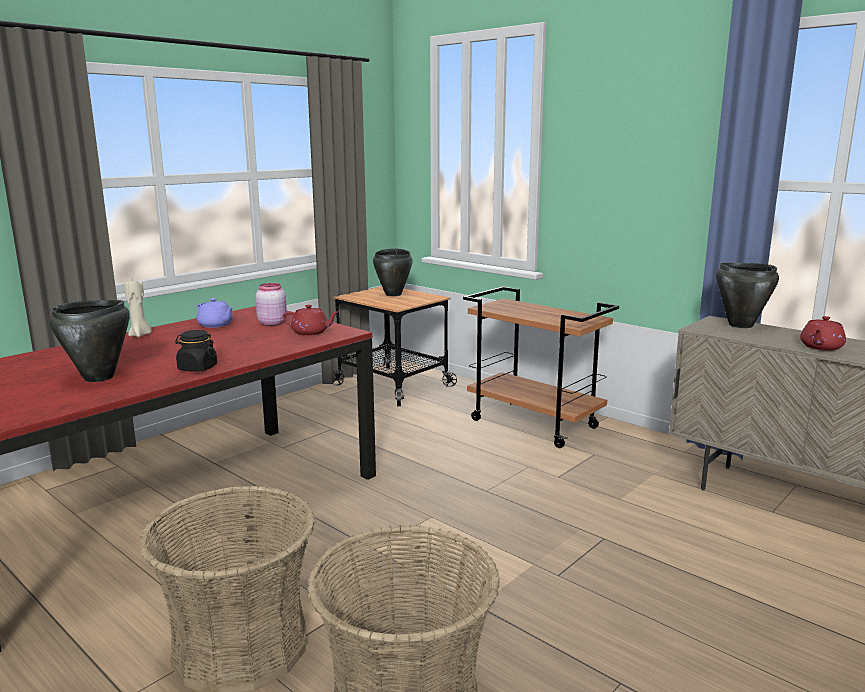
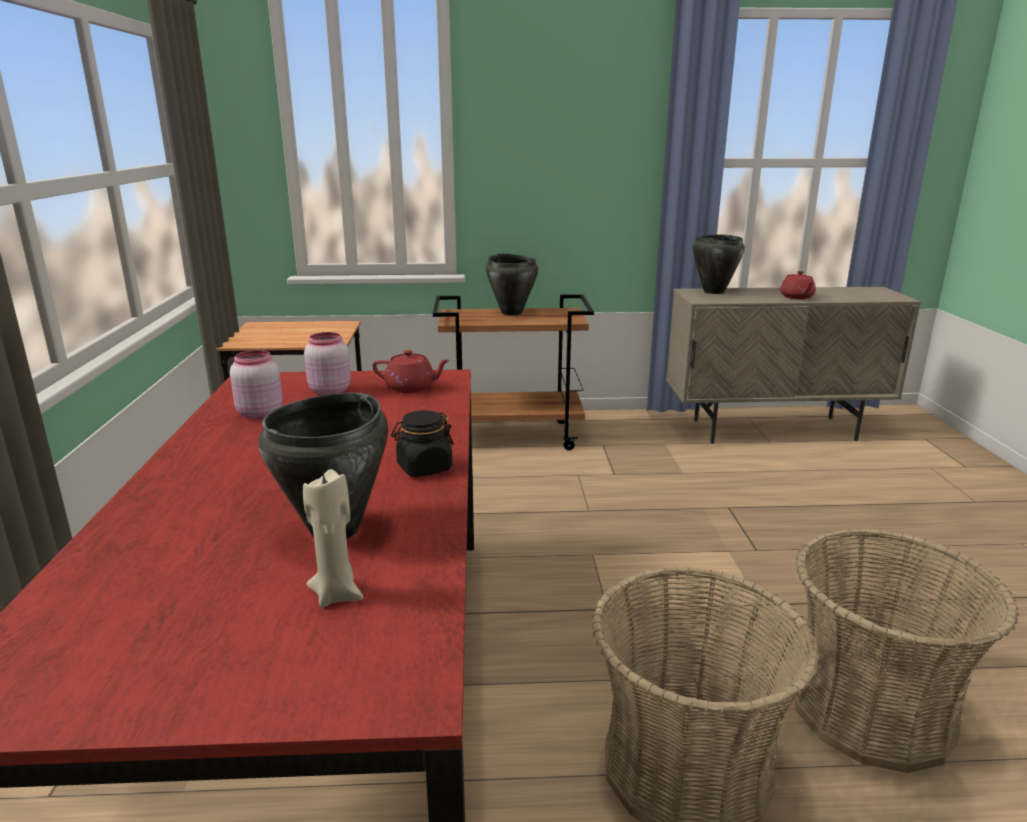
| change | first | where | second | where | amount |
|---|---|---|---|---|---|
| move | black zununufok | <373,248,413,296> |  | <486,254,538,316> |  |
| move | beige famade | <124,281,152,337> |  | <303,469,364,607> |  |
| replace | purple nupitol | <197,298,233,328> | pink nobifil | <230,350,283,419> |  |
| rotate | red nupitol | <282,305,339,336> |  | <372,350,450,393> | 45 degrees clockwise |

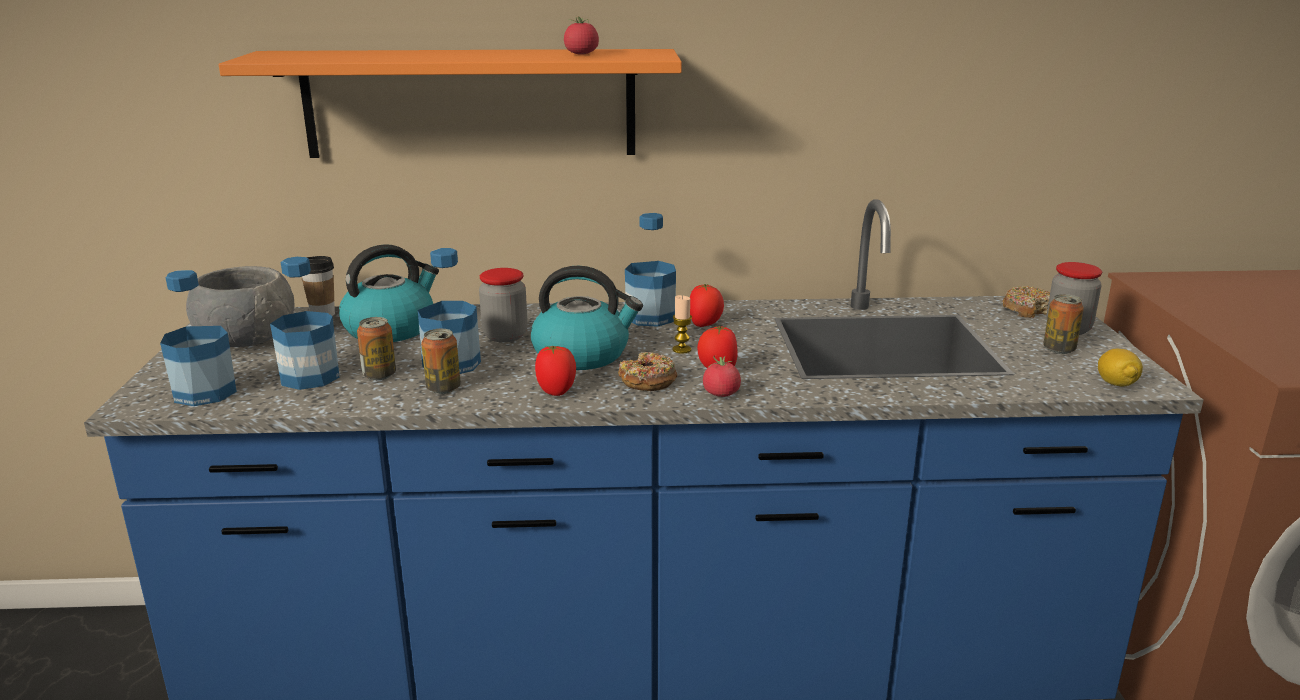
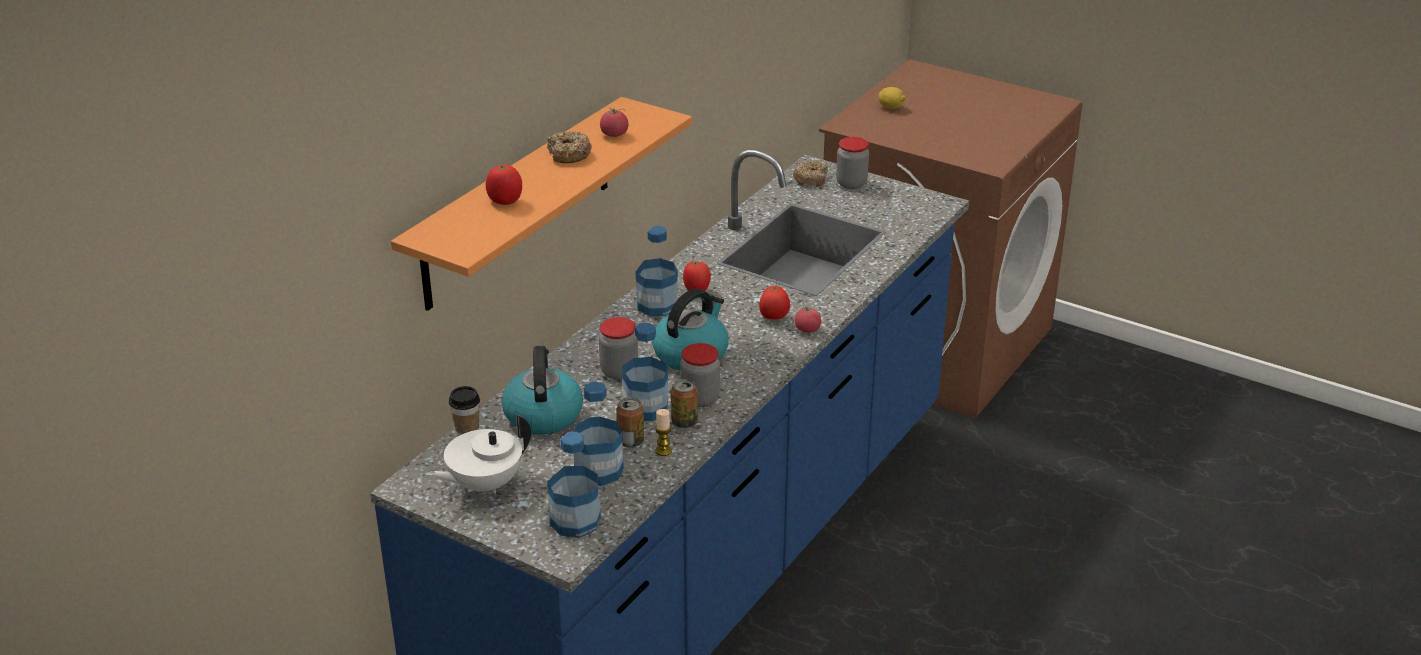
| change | first | where | second | where | amount |
|---|---|---|---|---|---|
| replace | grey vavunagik | <186,266,295,347> | white nupitol | <428,415,531,494> |  |
| delete | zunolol | <1043,294,1084,354> |  |  |  |
| move | famade | <673,295,692,354> |  | <655,409,672,456> |  |
| move | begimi | <535,346,576,396> |  | <486,164,522,205> |  |
| move | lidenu | <1098,349,1143,387> |  | <878,87,906,109> |  |
| move | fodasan | <618,352,677,391> |  | <547,131,592,163> |  |
| insert |  |  | nobifil | <680,343,720,407> |  |

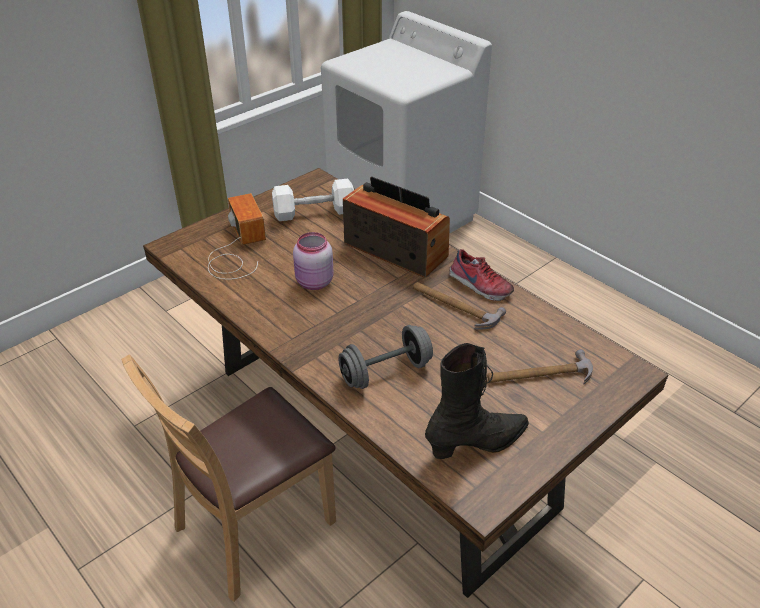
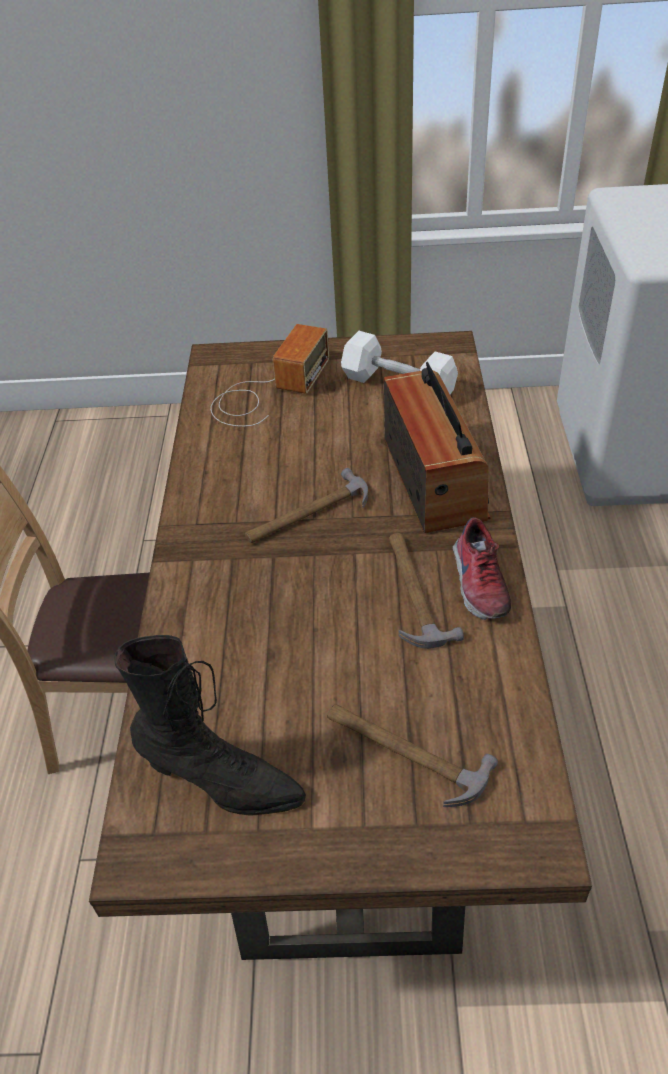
| change | first | where | second | where | amount |
|---|---|---|---|---|---|
| delete | pink nobifil | <293,232,334,290> |  |  |  |
| delete | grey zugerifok | <338,325,433,389> |  |  |  |
| insert |  |  | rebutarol | <245,468,368,543> |  |

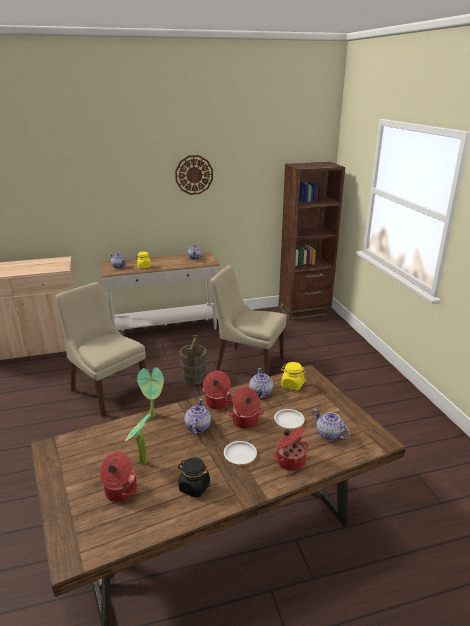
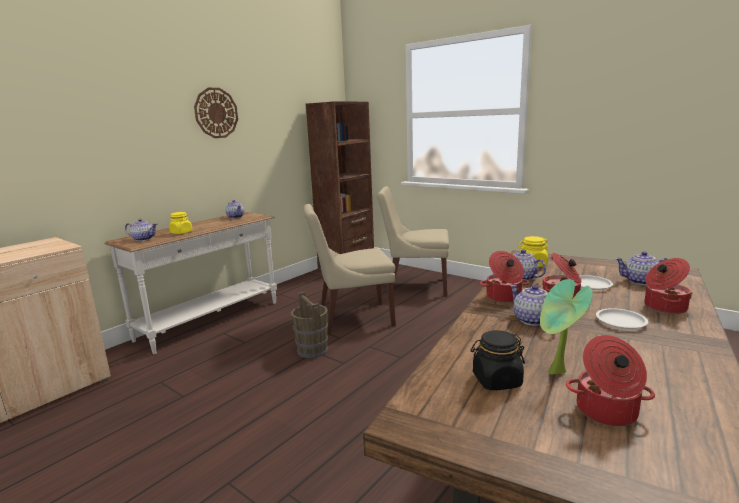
| change | first | where | second | where | amount |
|---|---|---|---|---|---|
| move | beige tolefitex | <55,282,146,417> |  | <377,186,449,296> |  |
| delete | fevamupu | <137,367,164,417> |  |  |  |
| move | black nobifil | <178,457,210,498> |  | <471,330,525,390> |  |

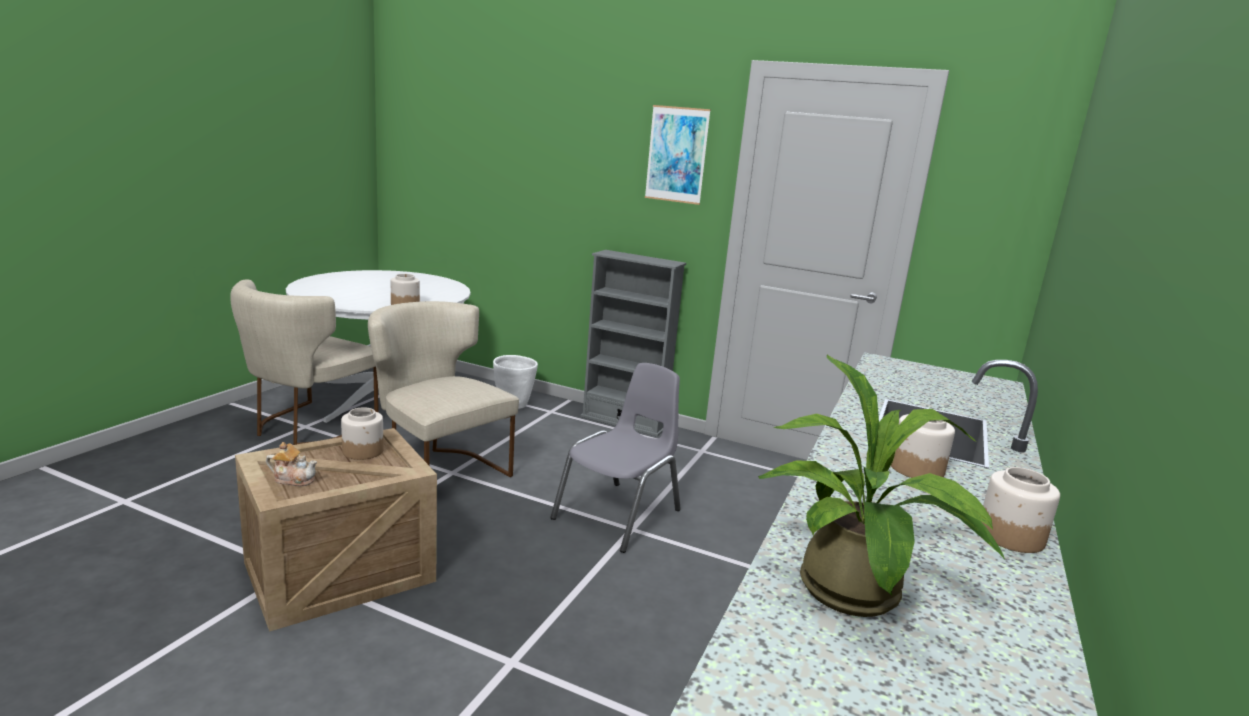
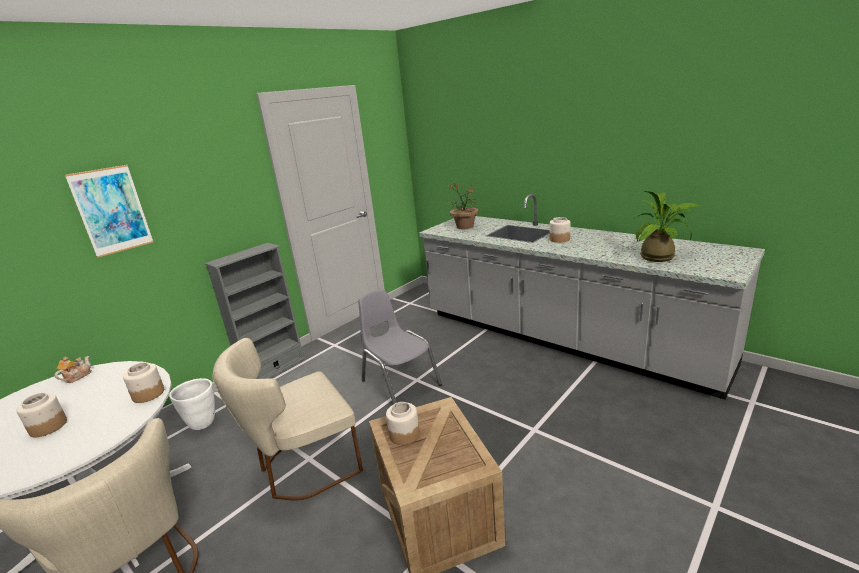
| change | first | where | second | where | amount |
|---|---|---|---|---|---|
| move | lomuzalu | <645,105,711,205> |  | <65,165,154,258> |  |
| move | nupitol | <266,442,317,486> |  | <55,356,92,383> |  |
| move | nobifil | <982,467,1060,553> |  | <16,393,67,438> |  |
| insert |  |  | fevamupu | <445,183,479,229> |  |

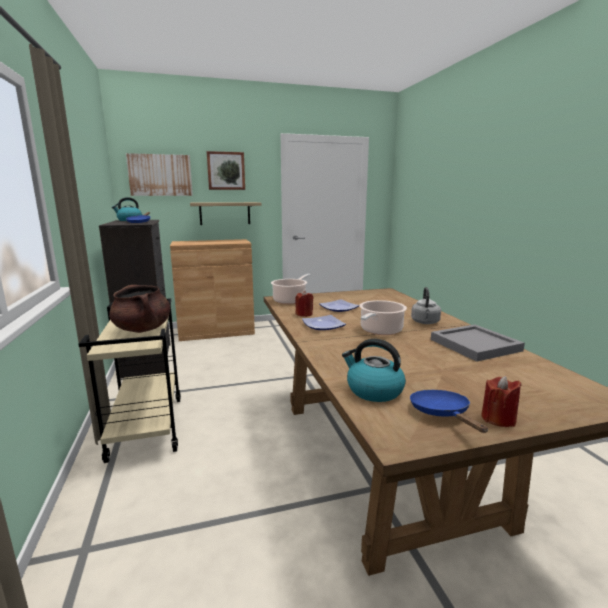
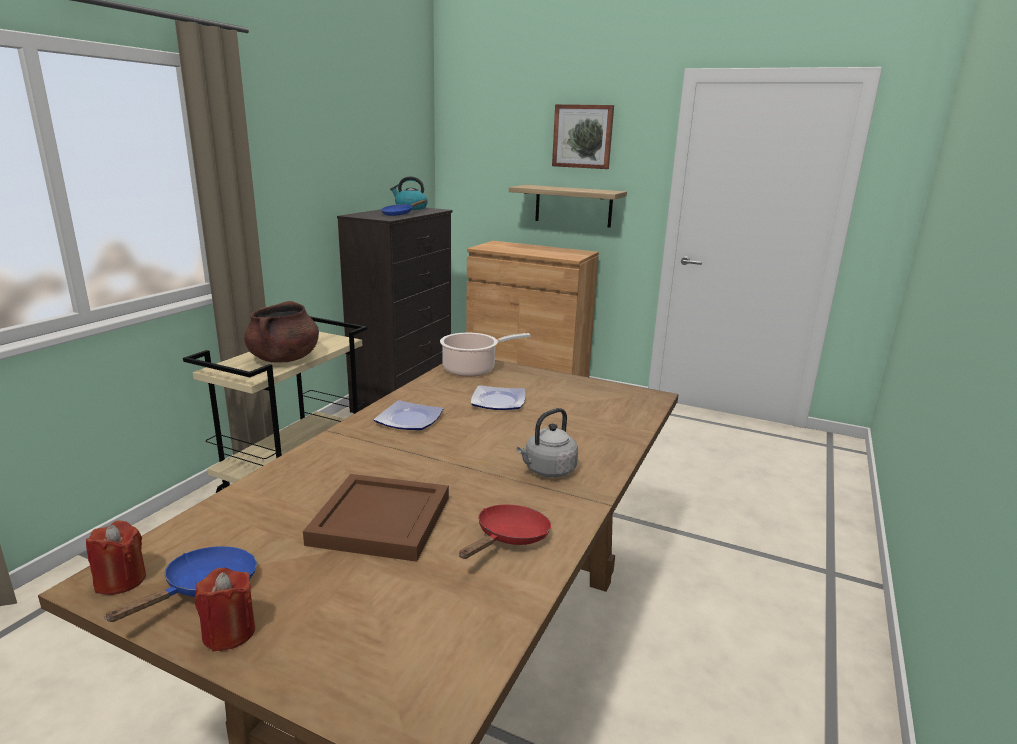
| change | first | where | second | where | amount |
|---|---|---|---|---|---|
| delete | lomuzalu | <126,153,193,196> |  |  |  |
| move | red famade | <295,291,314,317> |  | <86,520,146,595> |  |
| delete | zununufok | <359,300,407,335> |  |  |  |
| replace | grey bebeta | <431,324,525,362> | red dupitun | <459,504,551,559> |  |
| delete | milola | <342,339,406,402> |  |  |  |
| insert |  |  | brown bebeta | <303,474,449,562> |  |

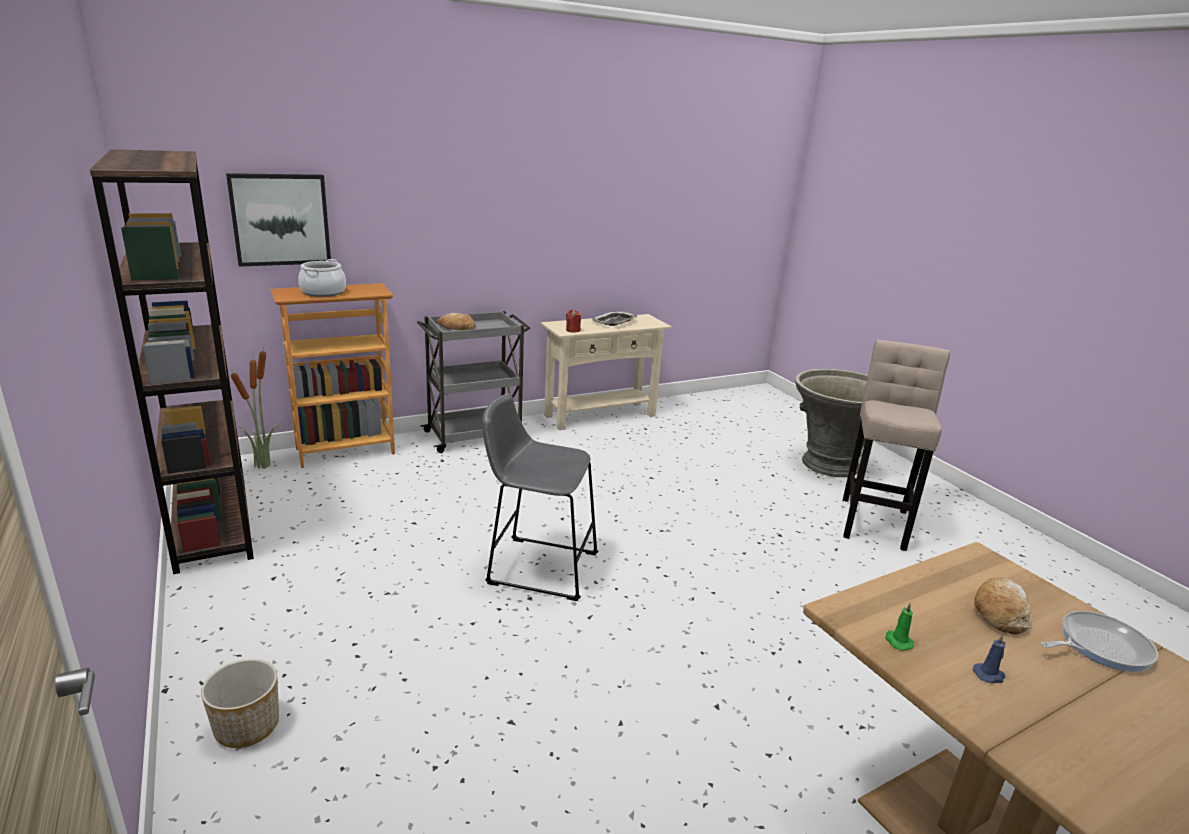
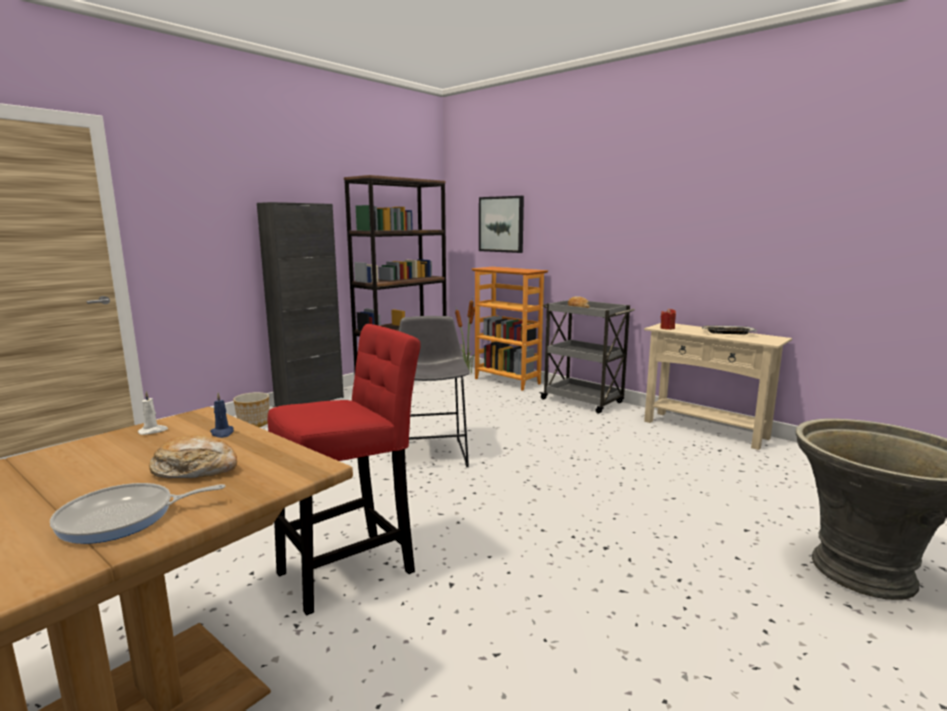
| change | first | where | second | where | amount |
|---|---|---|---|---|---|
| delete | zununufok | <298,259,346,297> |  |  |  |
| delete | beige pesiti | <843,340,950,551> |  |  |  |
| recolor | green famade | <885,603,914,651> | white famade | <138,391,168,435> |  |
| rotate | dupitun | <1041,611,1158,672> |  | <50,483,225,544> | 105 degrees clockwise |
| move | blue famade | <973,634,1006,683> |  | <210,393,234,438> |  |
| insert |  |  | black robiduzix | <257,202,344,407> |  |
| insert |  |  | red pesiti | <268,324,421,615> |  |

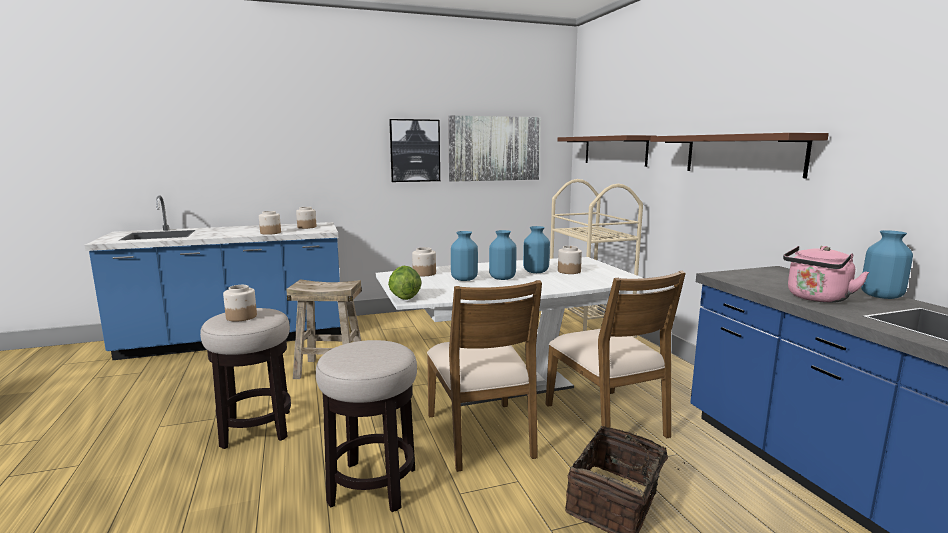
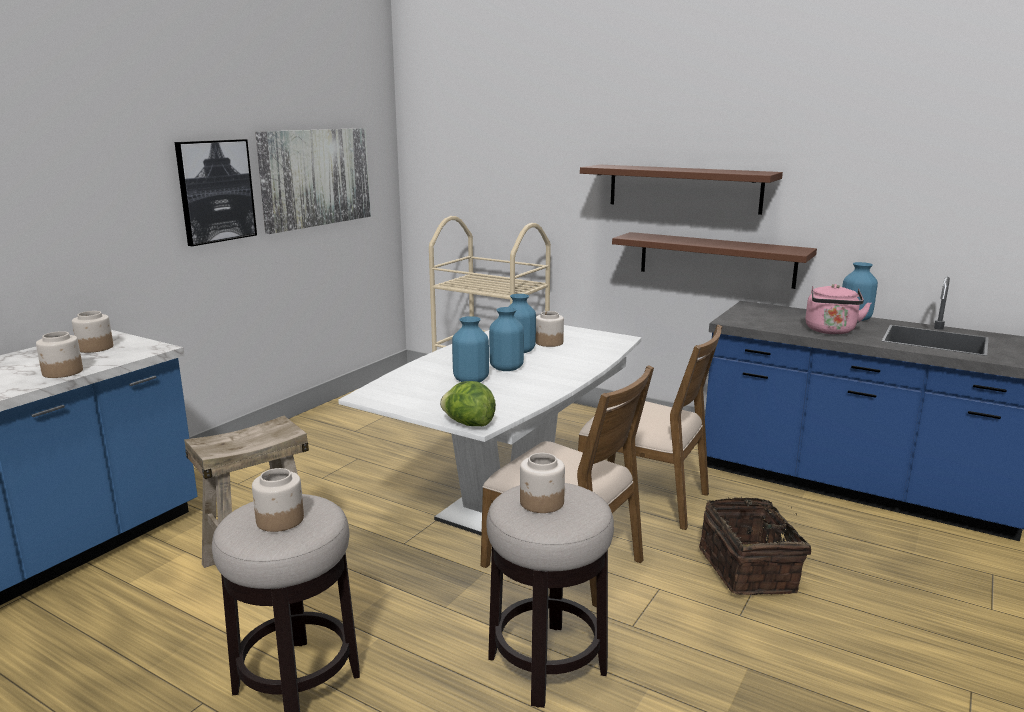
| change | first | where | second | where | amount |
|---|---|---|---|---|---|
| move | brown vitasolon | <557,135,656,167> |  | <612,232,817,289> |  |
| move | nobifil | <412,247,436,276> |  | <520,453,565,513> |  |

